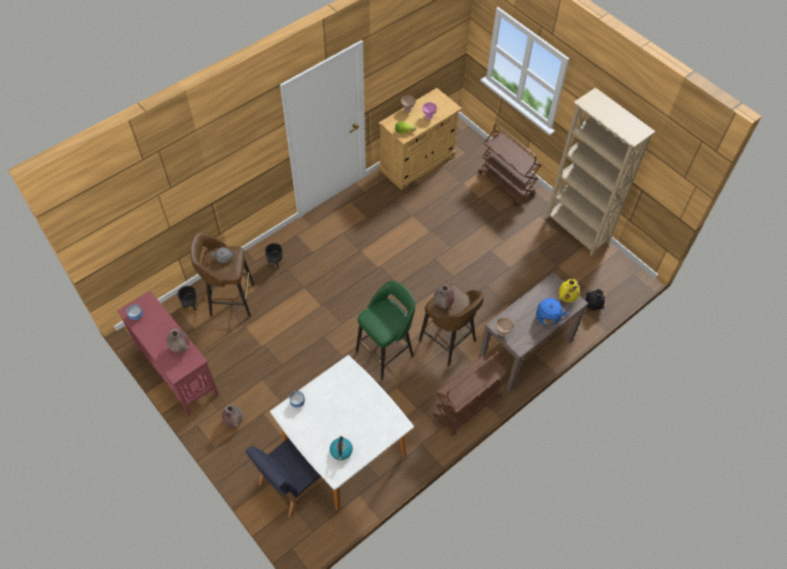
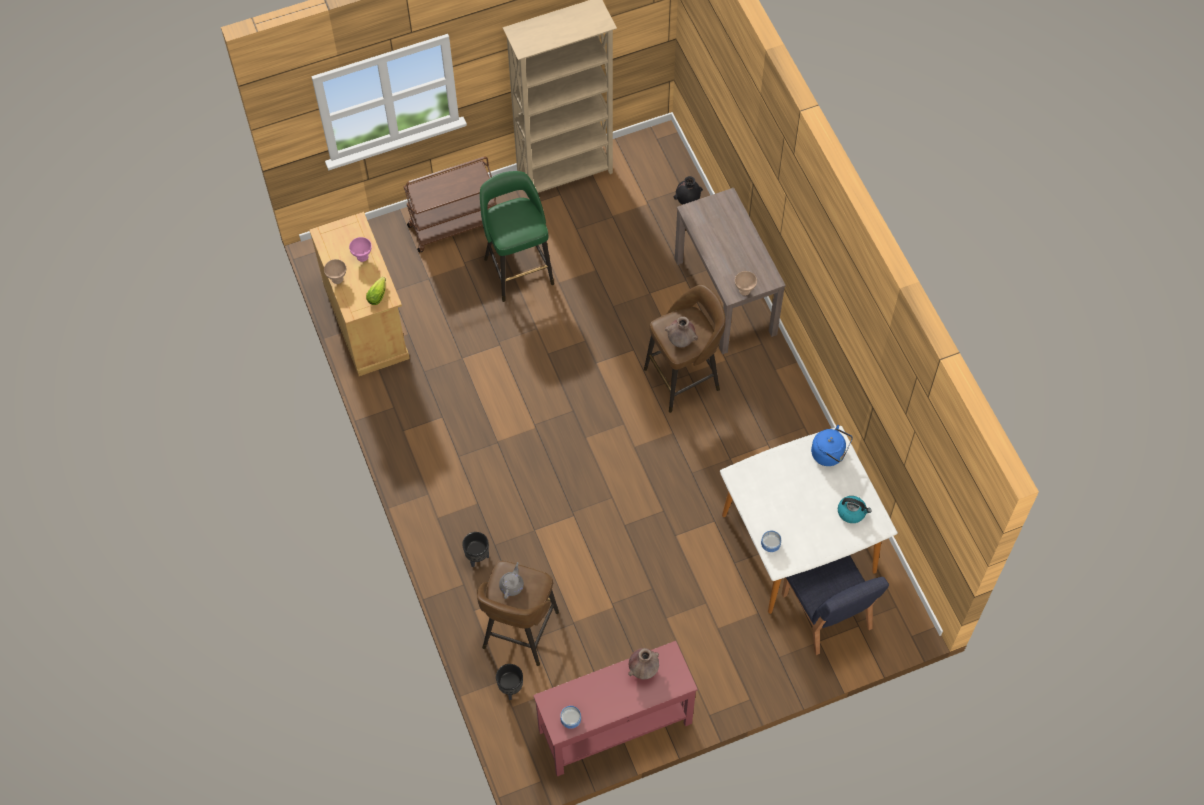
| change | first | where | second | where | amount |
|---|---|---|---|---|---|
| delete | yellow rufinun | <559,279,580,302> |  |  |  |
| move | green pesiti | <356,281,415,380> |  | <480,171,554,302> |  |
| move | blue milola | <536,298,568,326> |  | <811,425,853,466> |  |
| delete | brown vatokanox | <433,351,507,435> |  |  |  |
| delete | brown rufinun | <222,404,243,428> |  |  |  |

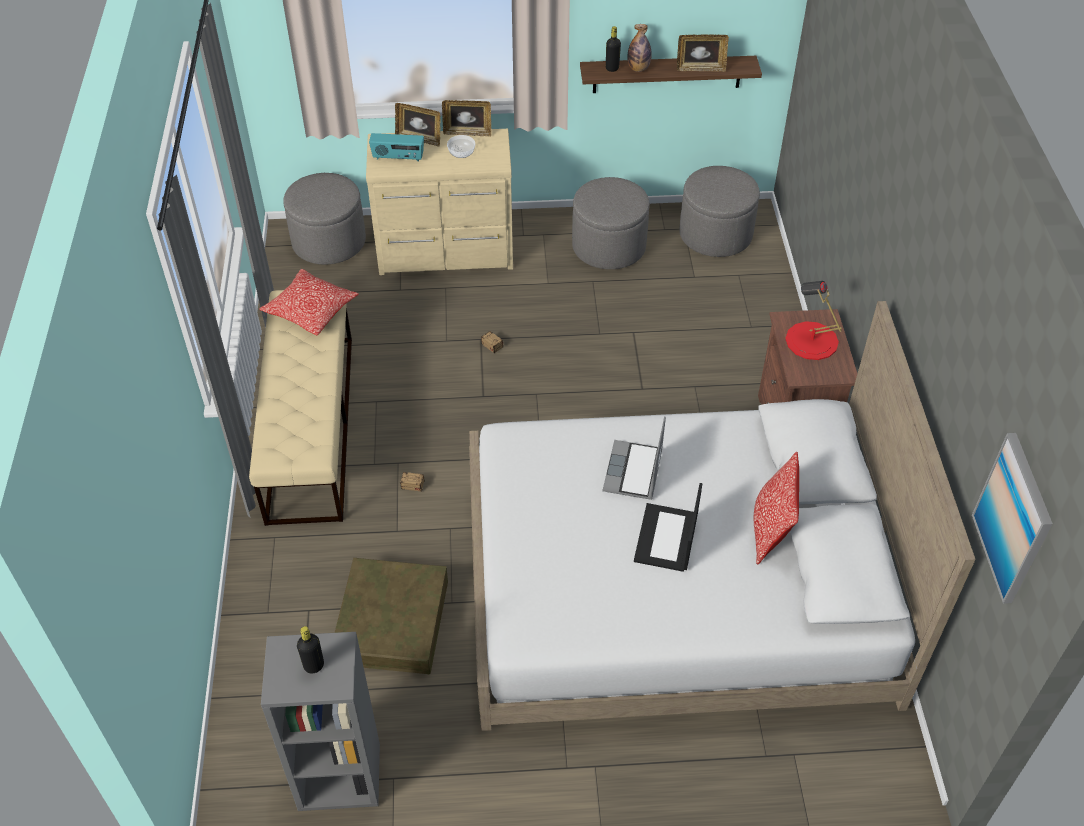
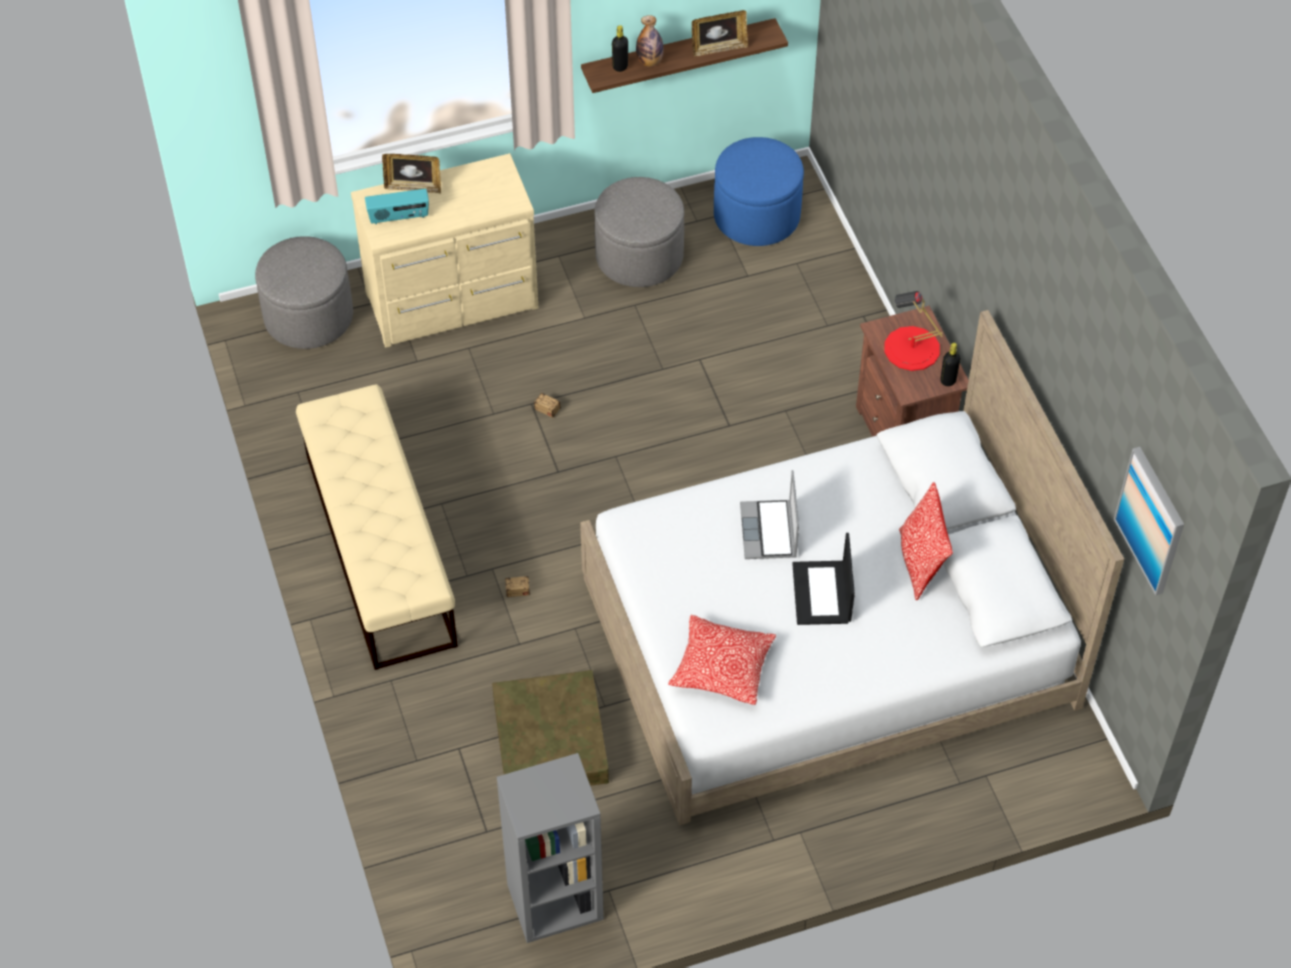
| change | first | where | second | where | amount |
|---|---|---|---|---|---|
| delete | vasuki | <442,100,492,137> |  |  |  |
| delete | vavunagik | <447,135,475,158> |  |  |  |
| recolor | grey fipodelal | <679,166,760,257> | blue fipodelal | <714,137,804,246> |  |
| move | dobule | <260,269,359,335> |  | <668,615,776,705> |  |
| move | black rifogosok | <297,626,324,673> |  | <941,343,960,386> |  |

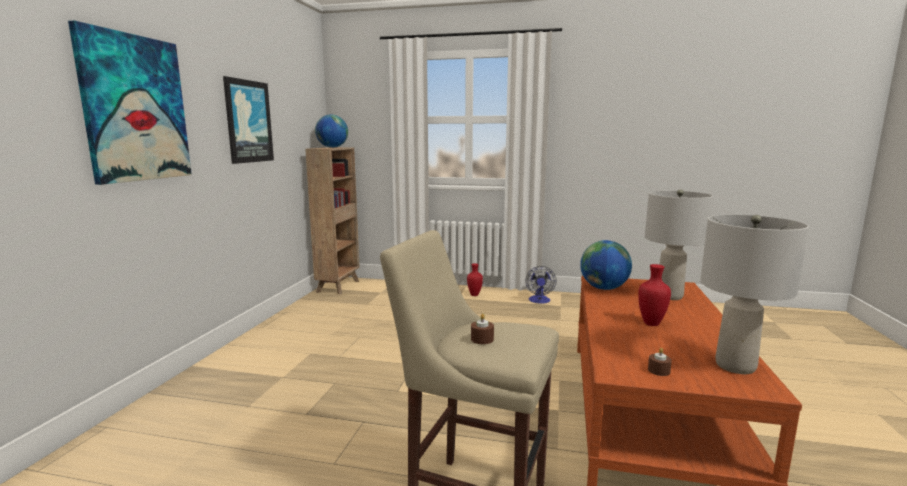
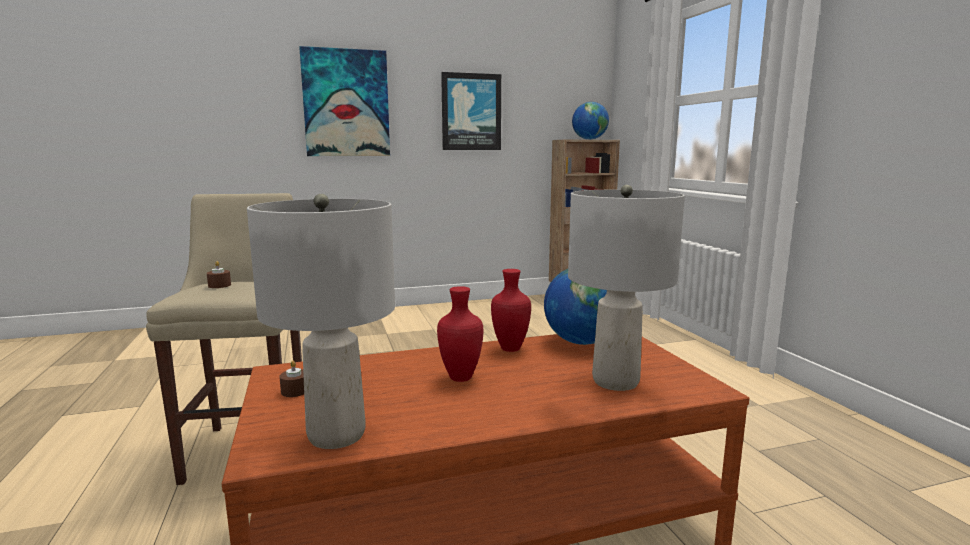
| change | first | where | second | where | amount |
|---|---|---|---|---|---|
| move | red rufinun | <467,263,483,296> |  | <491,269,531,352> |  |
| delete | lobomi | <525,266,557,304> |  |  |  |

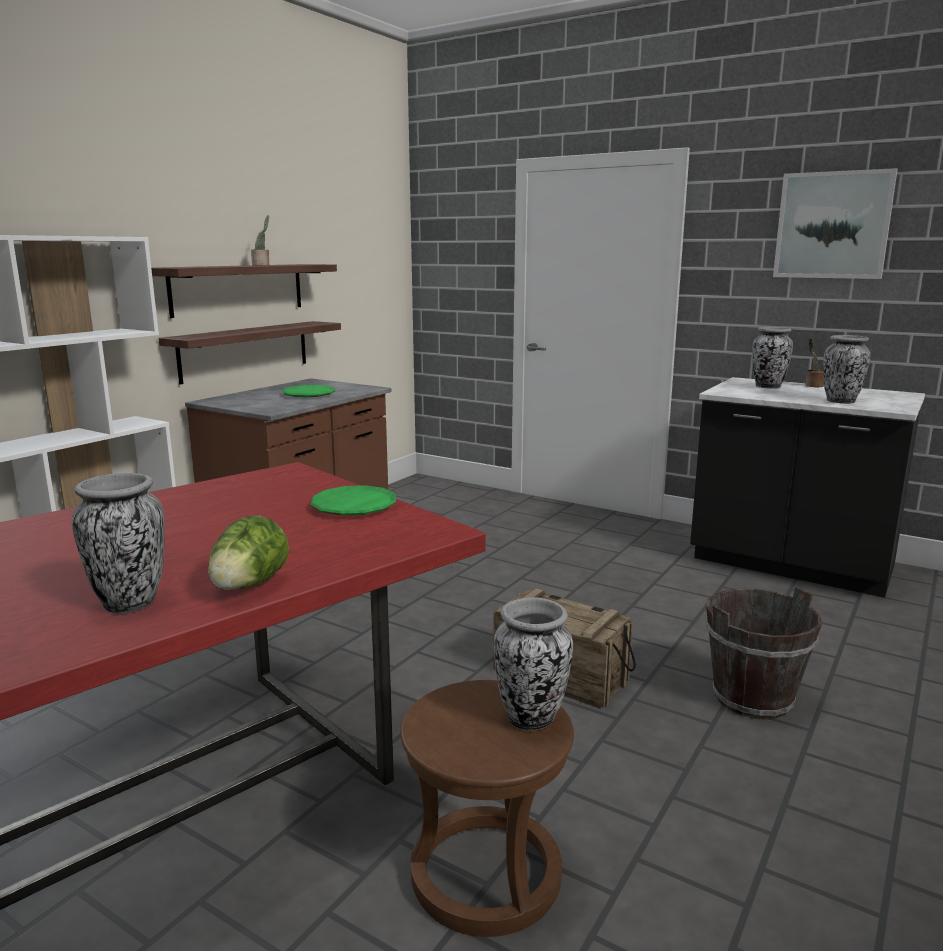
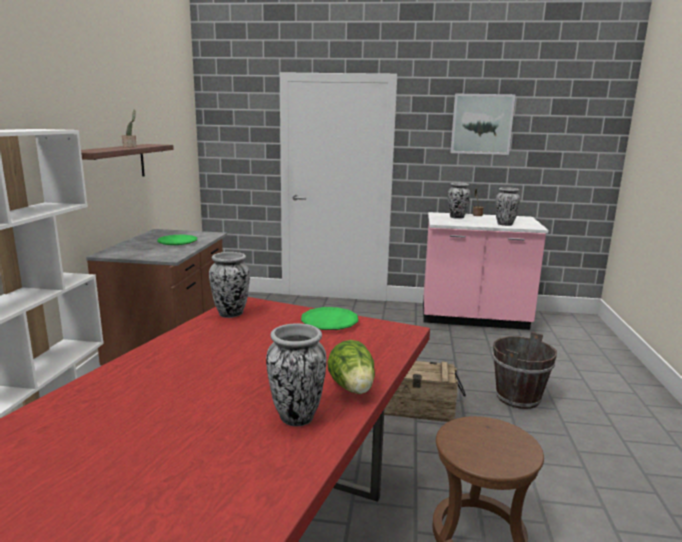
| change | first | where | second | where | amount |
|---|---|---|---|---|---|
| delete | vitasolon | <159,321,341,385> |  |  |  |
| recolor | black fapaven | <690,377,925,598> | pink fapaven | <423,212,549,330> |  |
| move | rufinun | <494,597,573,731> |  | <209,252,250,318> |  |

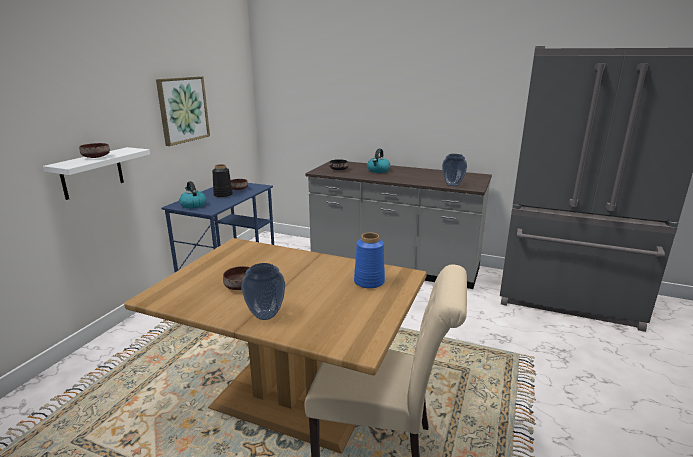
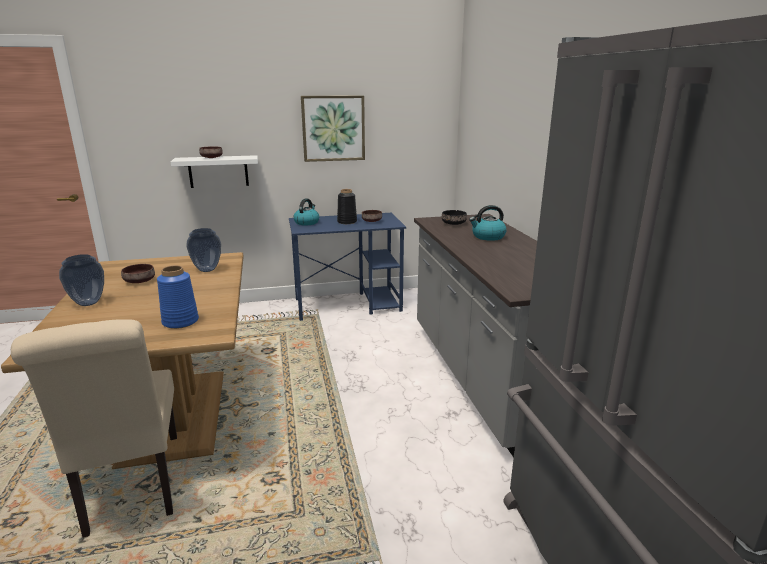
| change | first | where | second | where | amount |
|---|---|---|---|---|---|
| move | rufinun | <442,154,467,186> |  | <186,228,221,272> |  |

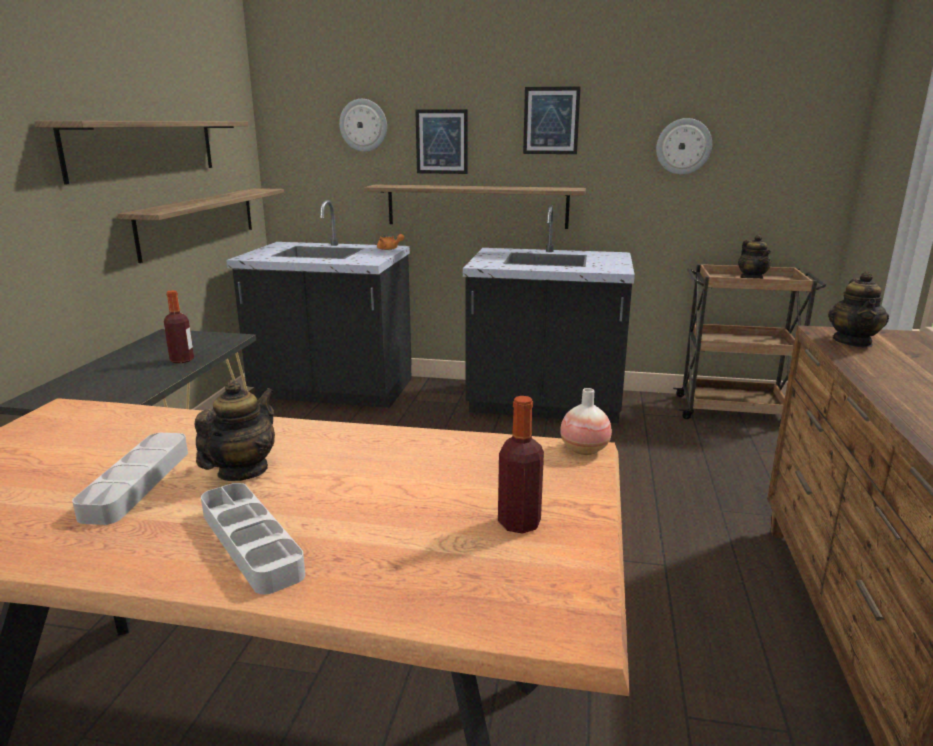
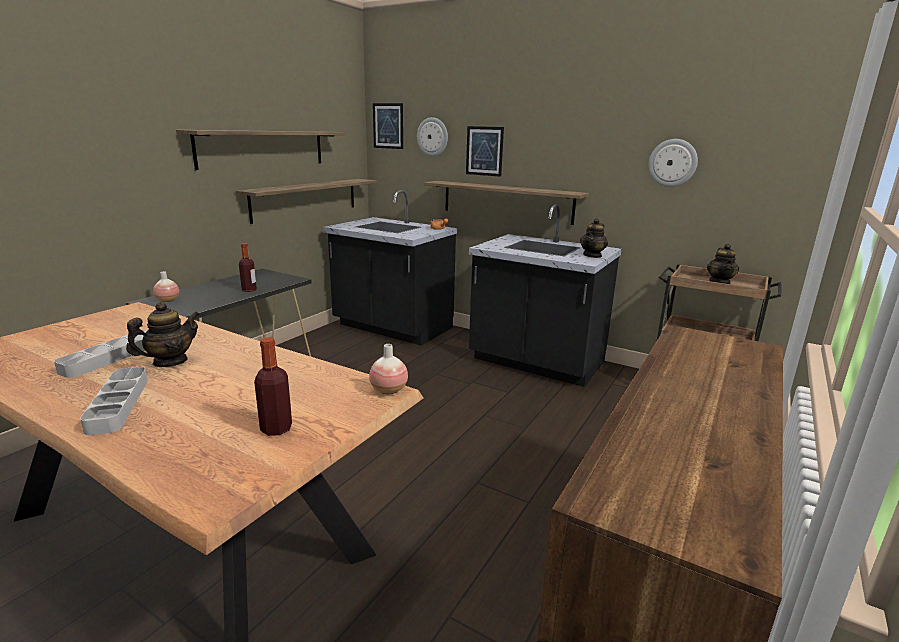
| change | first | where | second | where | amount |
|---|---|---|---|---|---|
| move | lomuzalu | <523,86,581,154> |  | <373,103,403,149> |  |
| move | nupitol | <828,271,889,348> |  | <580,218,608,258> |  |
| insert |  |  | rufinun | <153,271,179,302> |  |

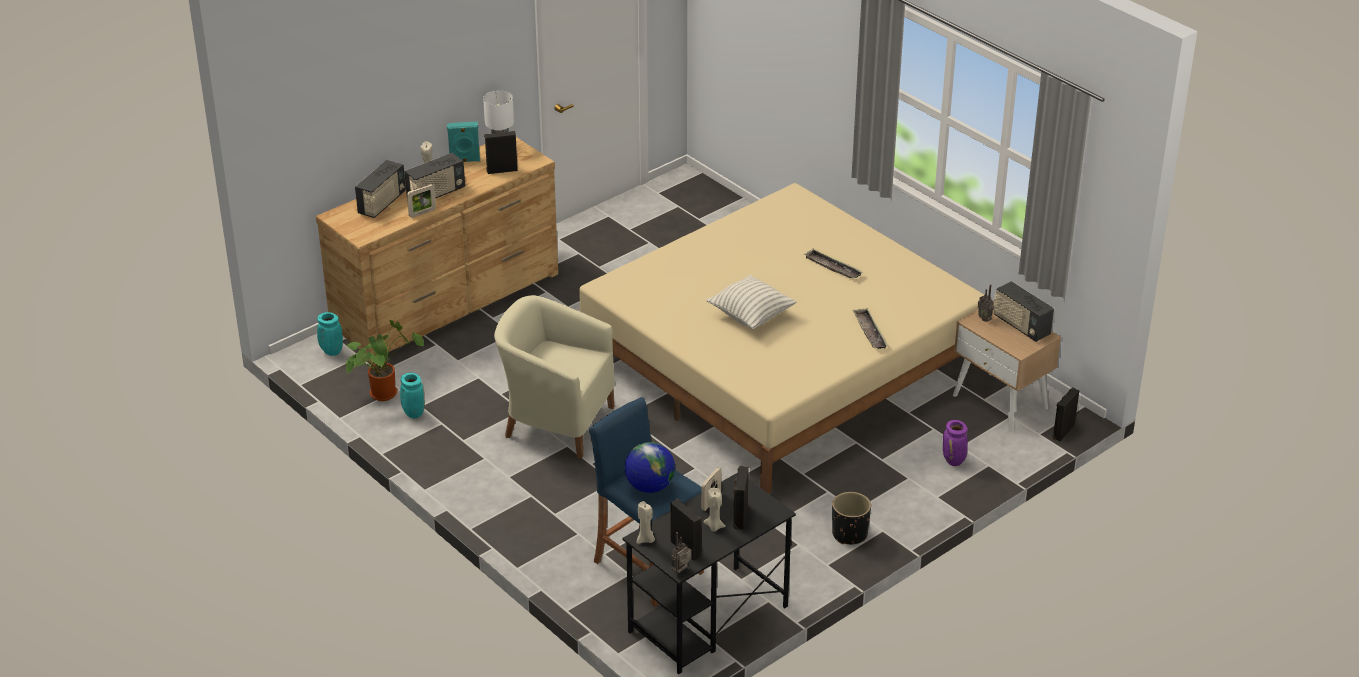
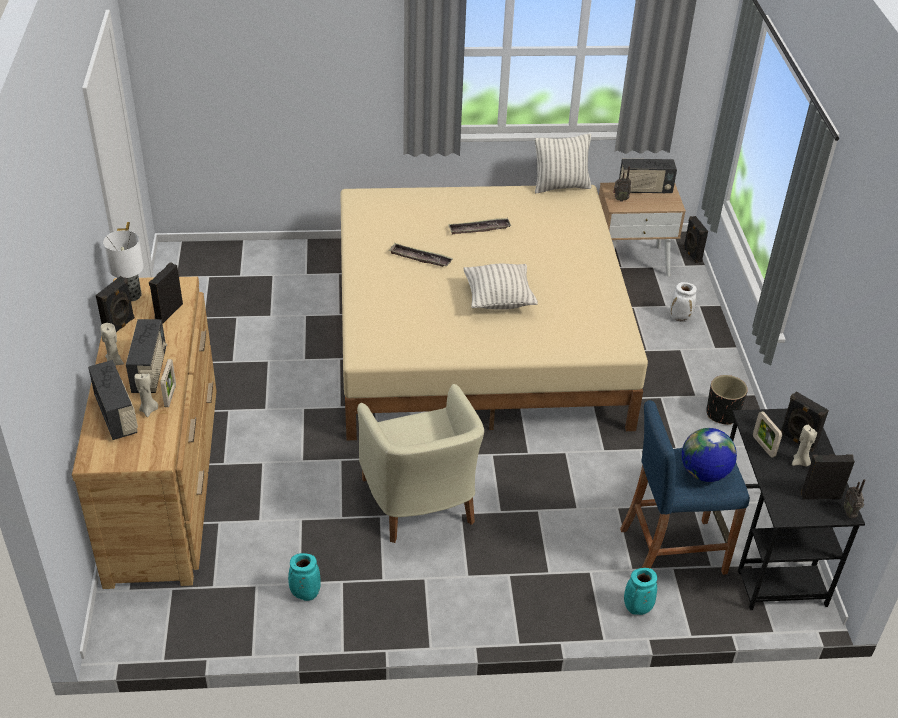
| change | first | where | second | where | amount |
|---|---|---|---|---|---|
| recolor | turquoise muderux | <447,121,480,162> | black muderux | <96,276,135,332> |  |
| rotate | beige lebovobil | <494,295,615,459> |  | <357,384,484,543> | 75 degrees counterclockwise |
| move | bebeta | <853,308,888,349> |  | <389,243,453,267> |  |
| move | turquoise rufinun | <317,312,343,356> |  | <624,568,657,615> |  |
| delete | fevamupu | <345,320,424,401> |  |  |  |
| recolor | purple rufinun | <943,420,968,466> | white rufinun | <670,282,697,322> |  |
| move | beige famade | <637,501,655,544> |  | <134,373,158,417> |  |
| insert |  |  | dobule | <535,134,591,193> |  |

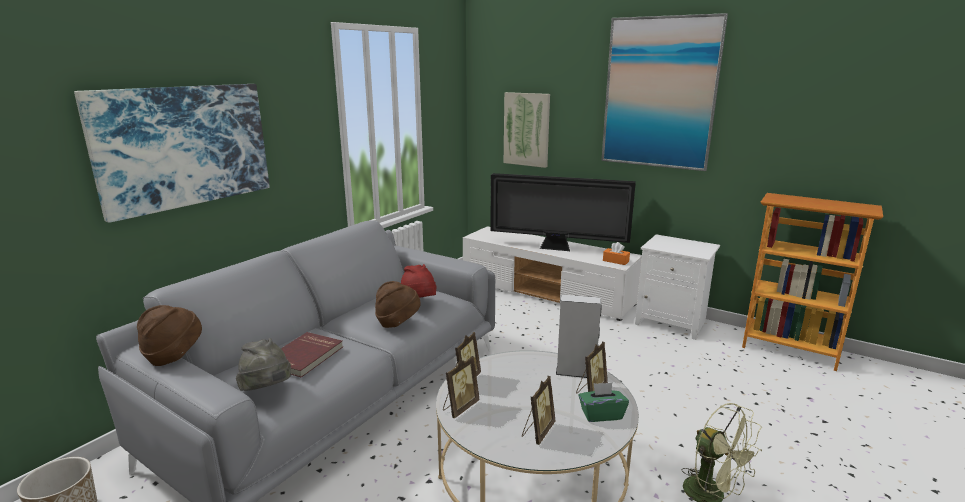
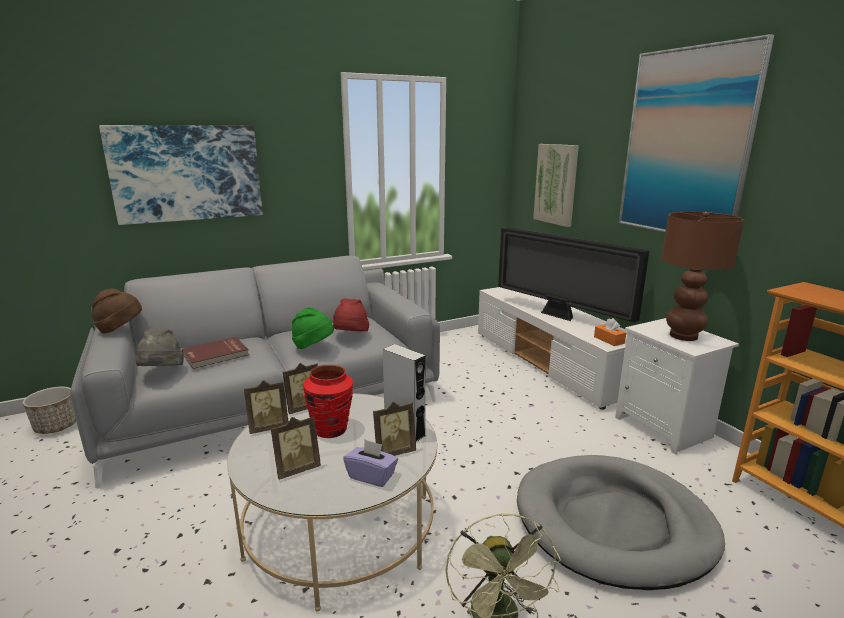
| change | first | where | second | where | amount |
|---|---|---|---|---|---|
| recolor | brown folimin | <375,281,421,328> | green folimin | <292,307,334,349> |  |
| recolor | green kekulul | <578,383,629,422> | purple kekulul | <343,440,398,487> |  |
| insert |  |  | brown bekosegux | <661,211,744,341> |  |
| insert |  |  | red rufinun | <303,365,353,438> |  |
| insert |  |  | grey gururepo | <517,455,725,590> |  |

